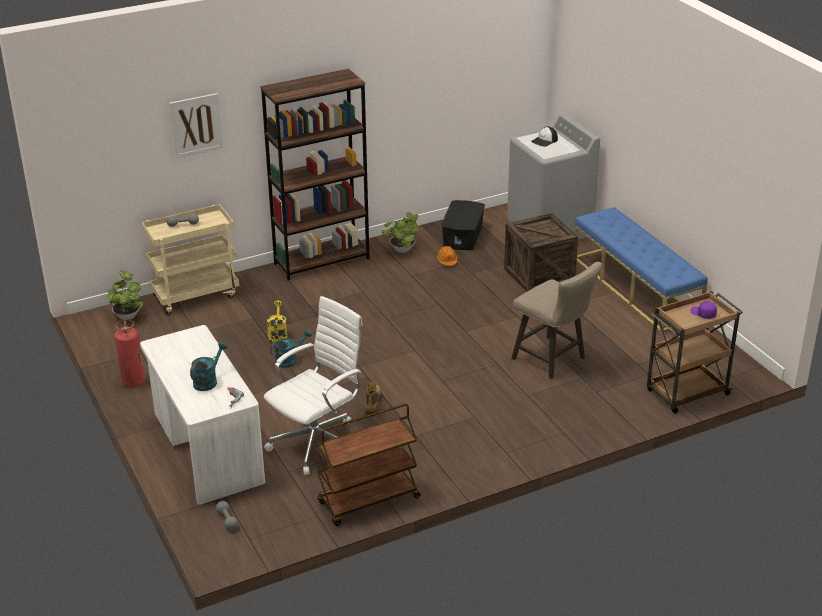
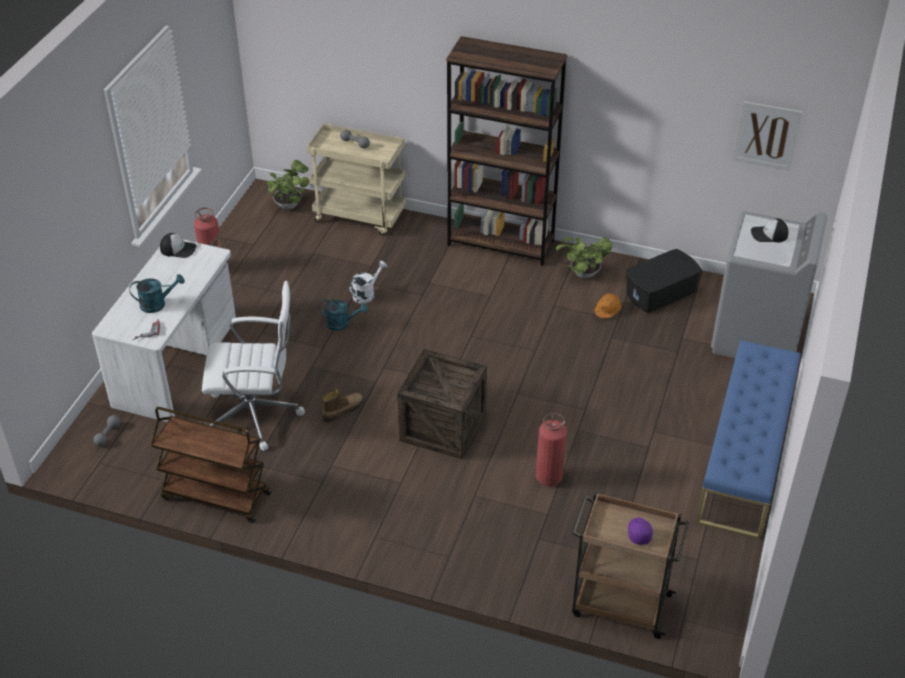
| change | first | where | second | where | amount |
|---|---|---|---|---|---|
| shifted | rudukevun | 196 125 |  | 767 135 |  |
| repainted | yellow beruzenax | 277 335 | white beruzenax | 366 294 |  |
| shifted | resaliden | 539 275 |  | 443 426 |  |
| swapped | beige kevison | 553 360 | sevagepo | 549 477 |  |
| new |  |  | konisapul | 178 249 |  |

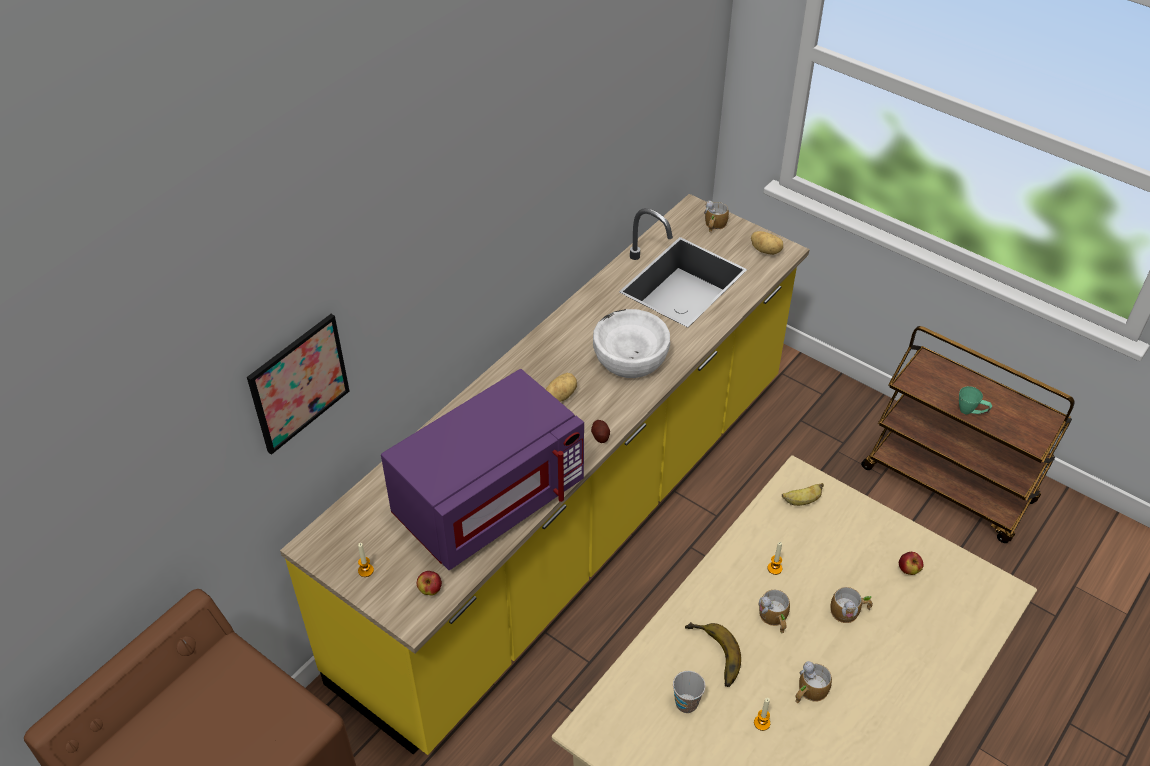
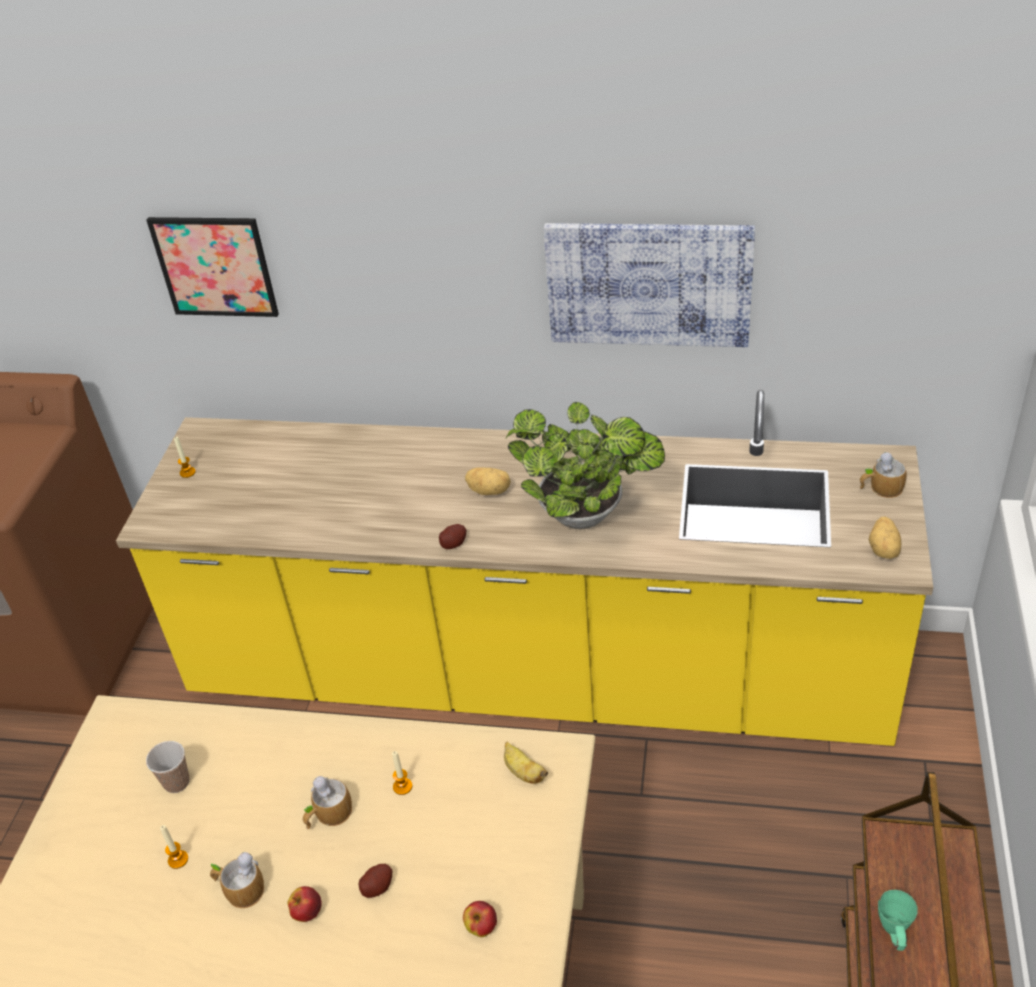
| change | first | where | second | where | amount |
|---|---|---|---|---|---|
| gone | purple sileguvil | 488 500 |  |  |  |
| shifted | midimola | 430 590 |  | 307 912 |  |
| swapped | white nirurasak | 630 358 | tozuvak | 587 516 |  |
| gone | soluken | 711 657 |  |  |  |
| swapped | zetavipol | 849 612 | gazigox | 377 886 |  |
| new |  |  | rudukevun | 649 283 |  |

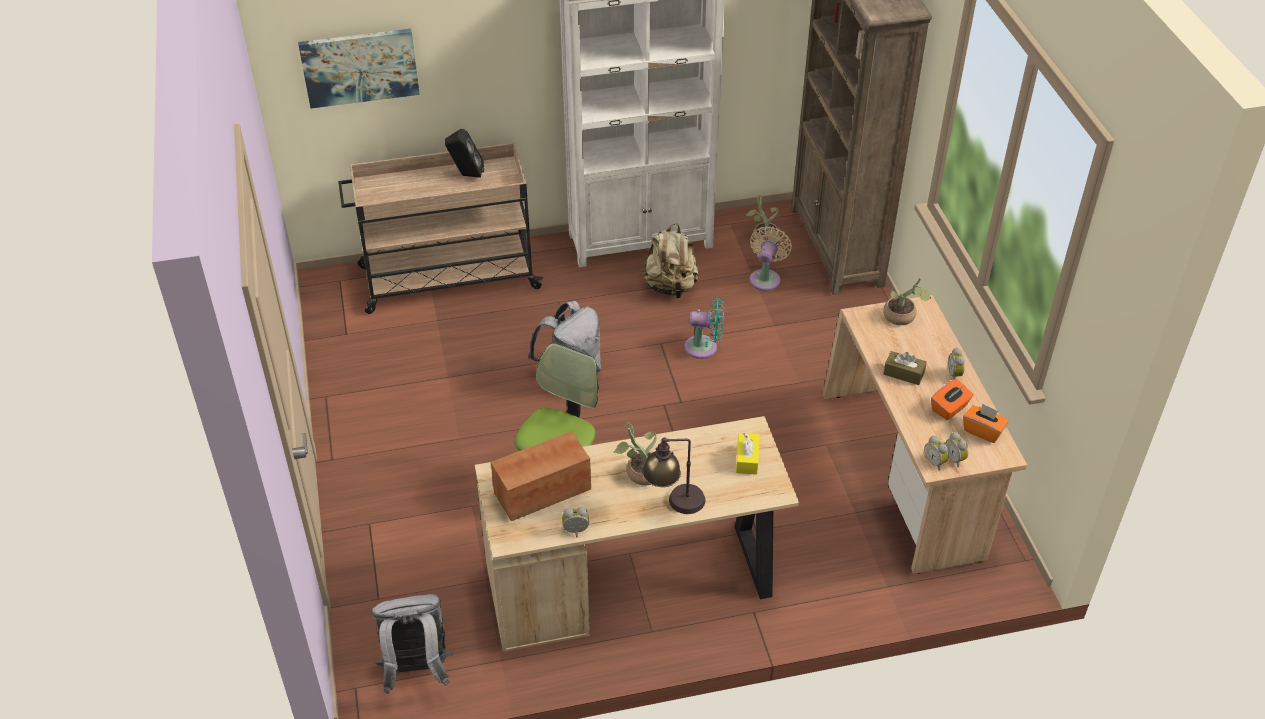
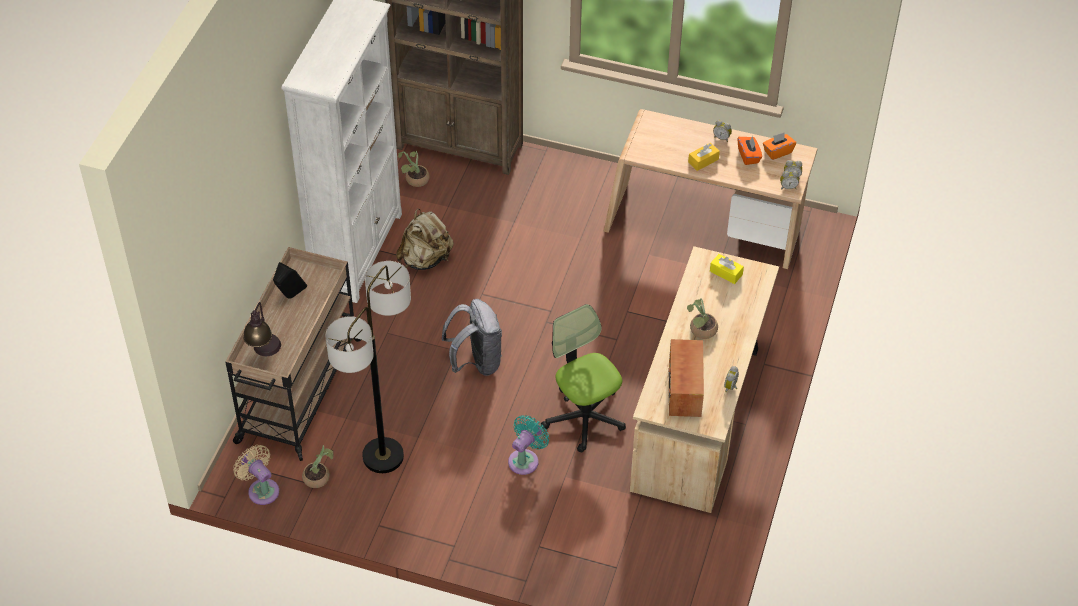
| change | first | where | second | where | amount |
|---|---|---|---|---|---|
| gone | rudukevun | 359 67 |  |  |  |
| gone | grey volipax | 416 671 |  |  |  |
| shifted | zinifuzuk | 673 504 |  | 265 354 |  |
| shifted | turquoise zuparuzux | 704 347 |  | 525 459 |  |
| shifted | beige zuparuzux | 766 278 |  | 261 489 |  |
| shifted | tozuvak | 902 318 |  | 320 477 |  |
| repainted | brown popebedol | 903 373 | yellow popebedol | 703 161 |  |
| new |  |  | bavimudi | 382 456 |  |

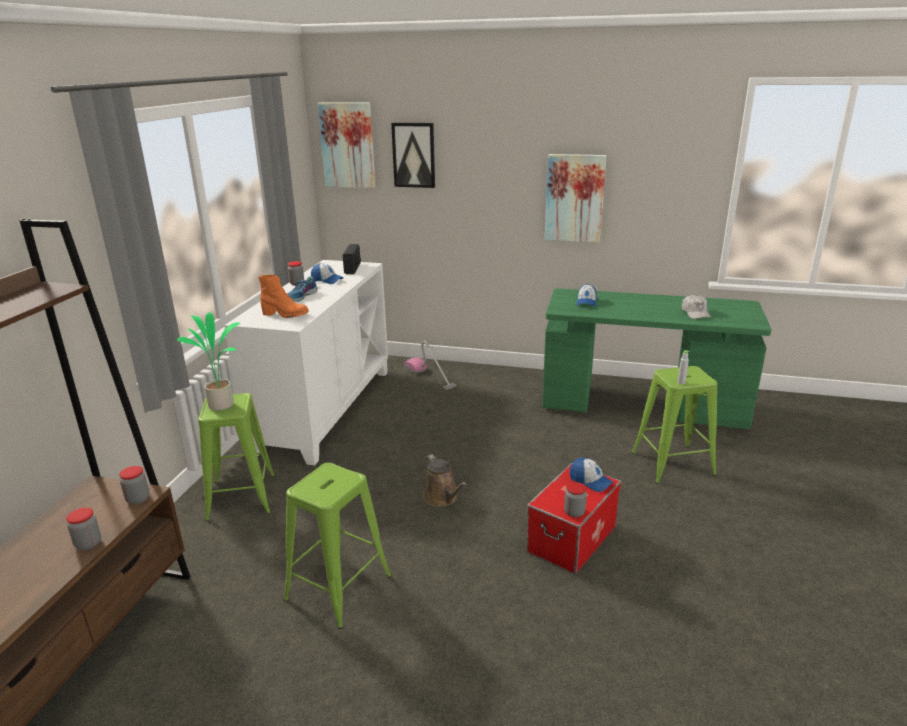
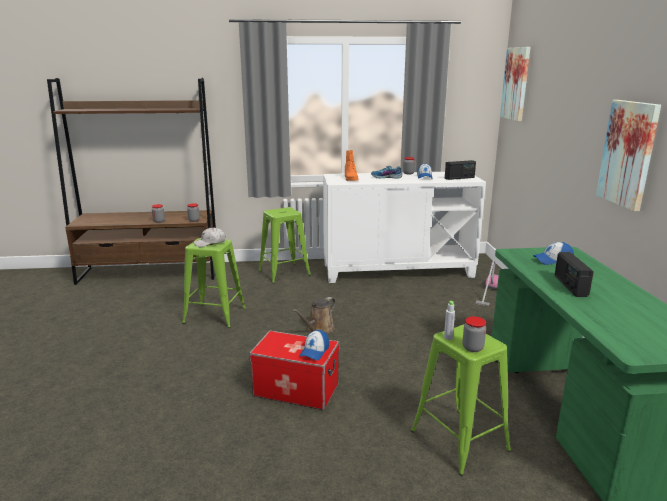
| change | first | where | second | where | amount |
|---|---|---|---|---|---|
| gone | tozuvak | 222 404 |  |  |  |
| gone | rudukevun | 414 155 |  |  |  |
| shifted | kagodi | 574 512 |  | 472 348 |  |
| shifted | white konisapul | 695 313 |  | 210 243 |  |
| new |  |  | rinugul | 570 286 |  |

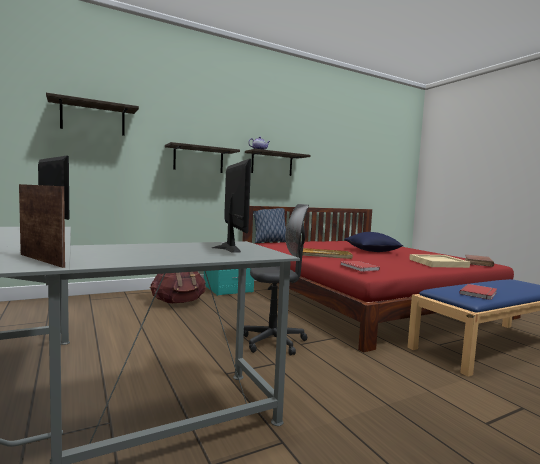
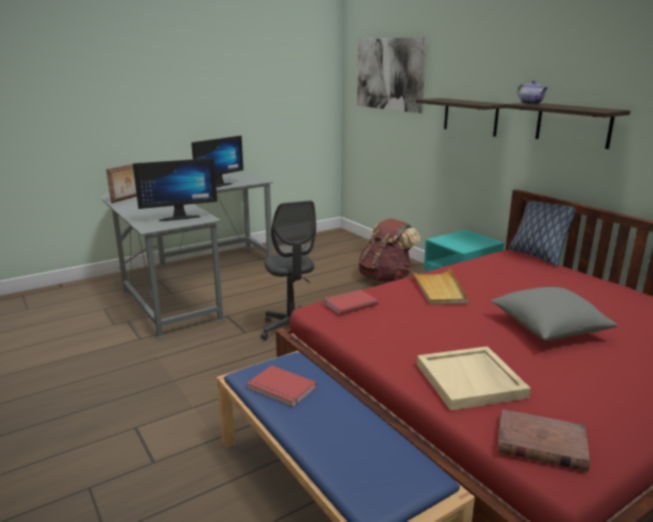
| change | first | where | second | where | amount |
|---|---|---|---|---|---|
| swapped | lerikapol | 93 118 | rudukevun | 389 74 |  |
| repainted | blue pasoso | 372 251 | grey pasoso | 548 329 |  |

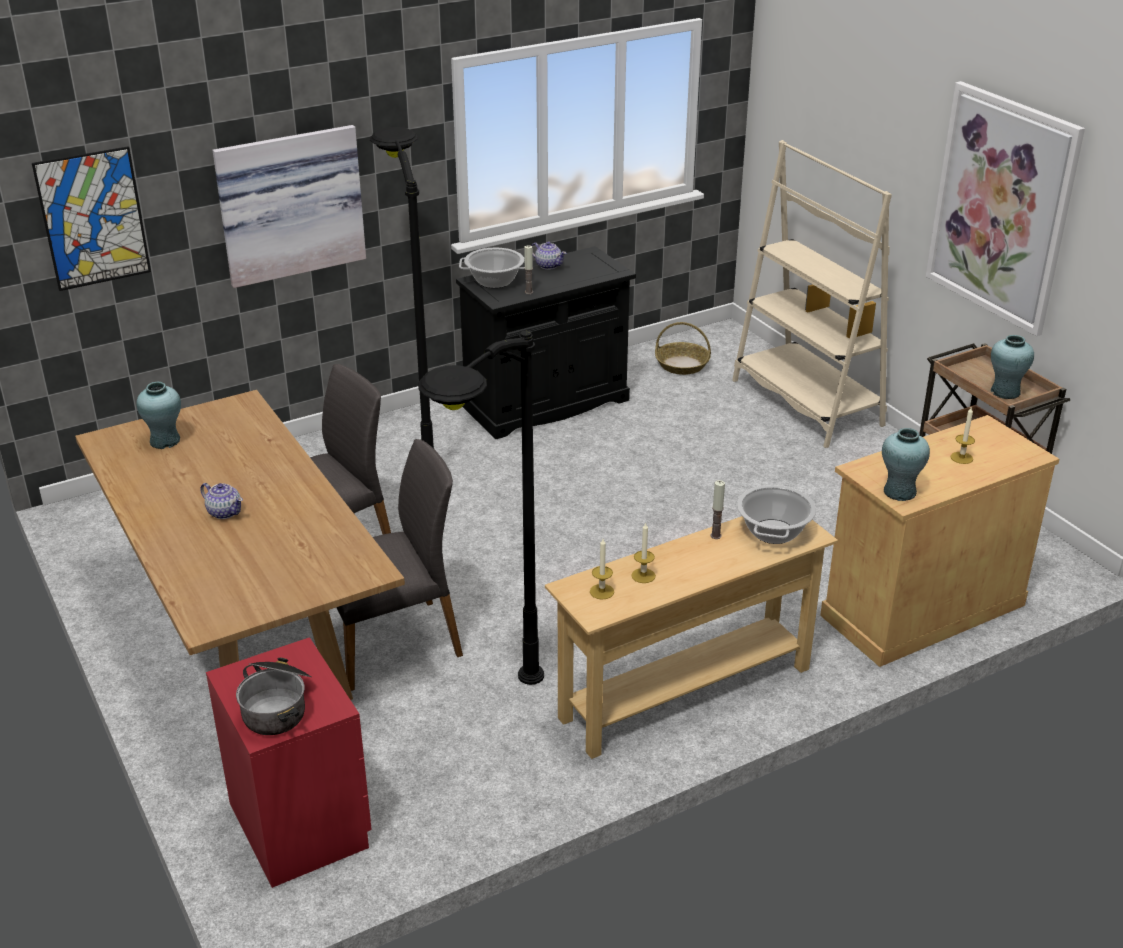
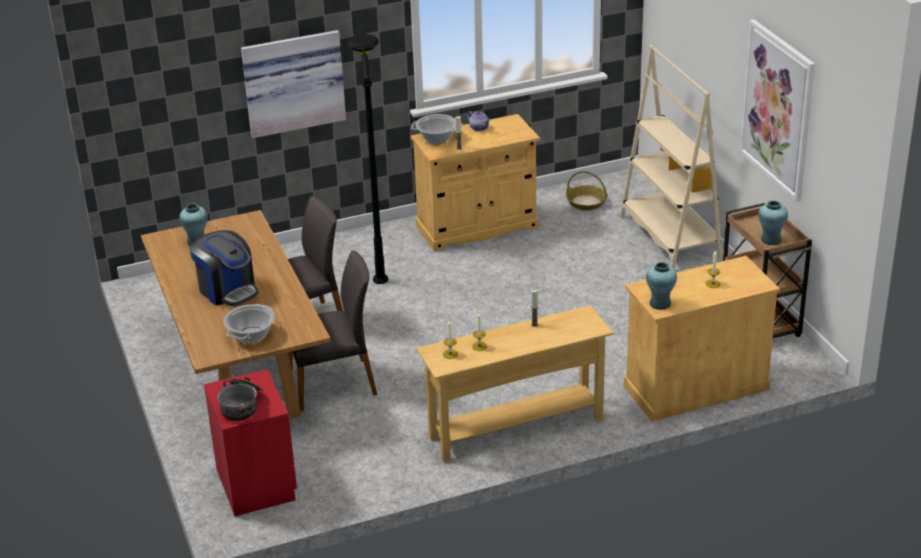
| change | first | where | second | where | amount |
|---|---|---|---|---|---|
| gone | rudukevun | 93 219 |  |  |  |
| swapped | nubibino | 224 512 | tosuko | 227 290 |  |
| gone | black bavimudi | 488 727 |  |  |  |
| repainted | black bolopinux | 546 404 | beige bolopinux | 477 227 |  |
| shifted | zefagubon | 774 532 |  | 251 335 |  |

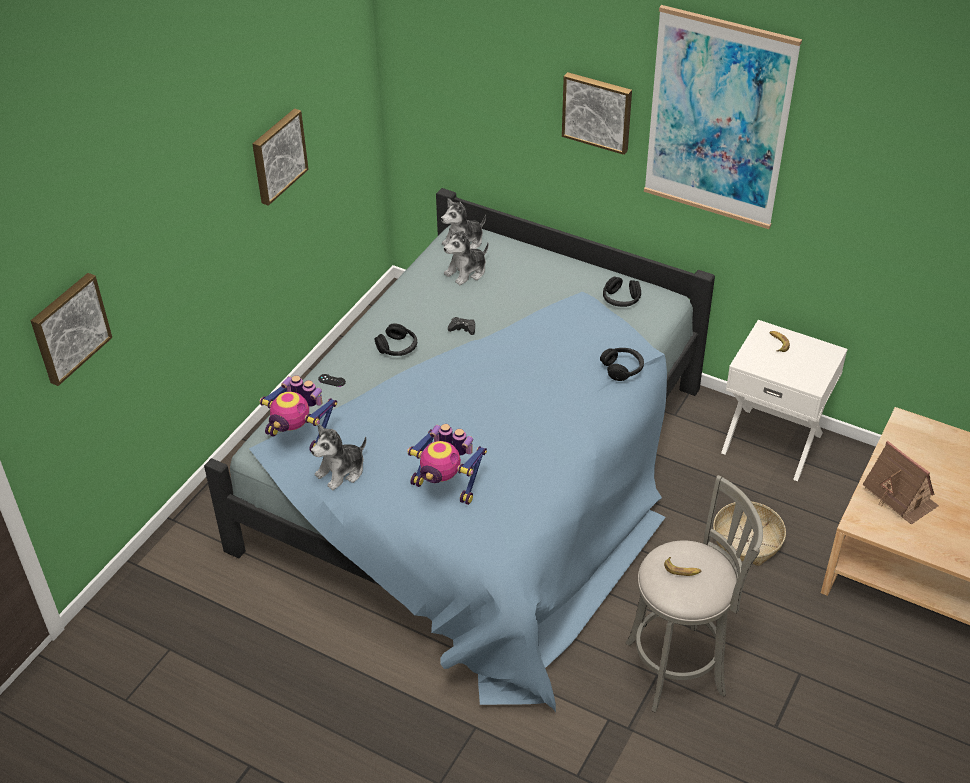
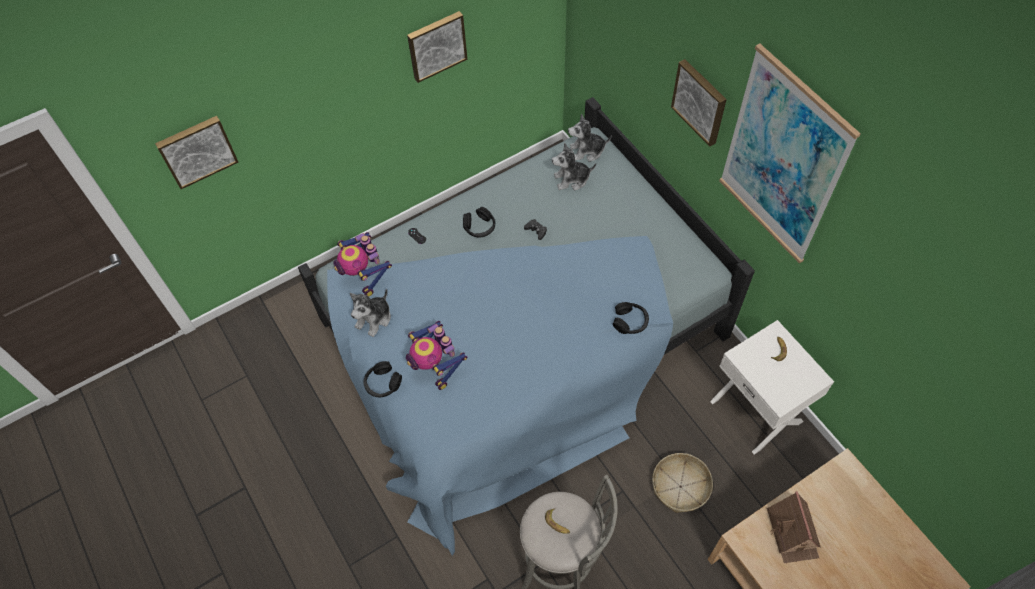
| change | first | where | second | where | amount |
|---|---|---|---|---|---|
| rotated | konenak | 341 471 |  | 374 319 | 45 degrees counterclockwise |
| shifted | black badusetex | 621 299 |  | 382 383 |  |

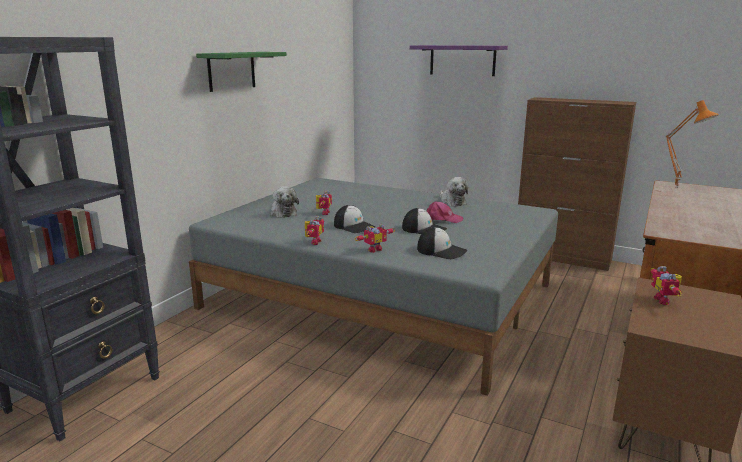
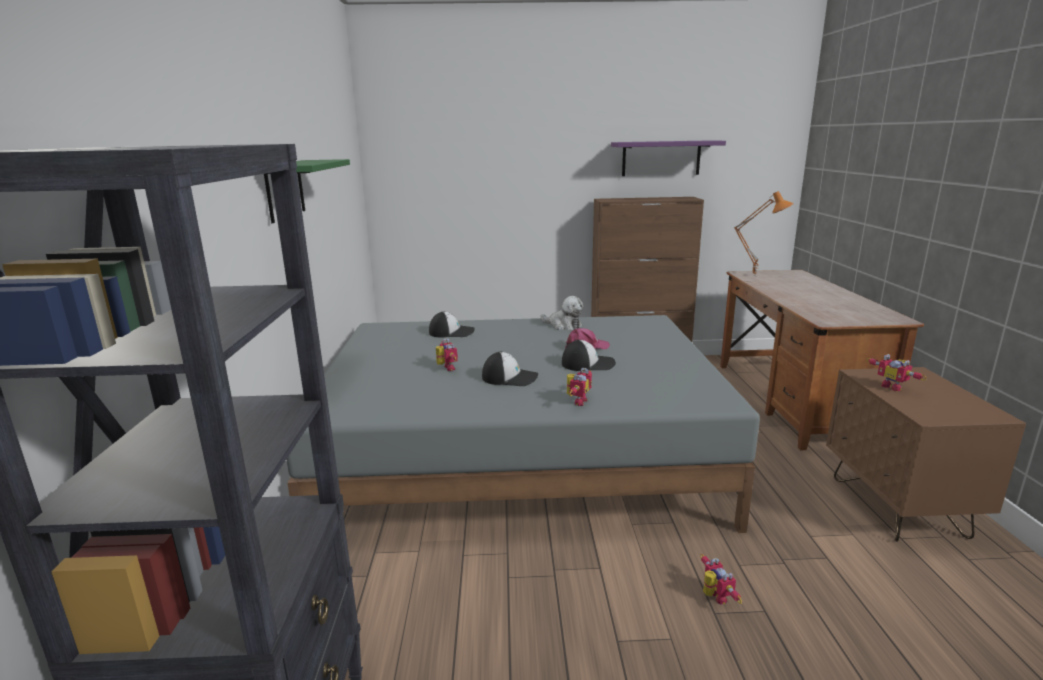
| change | first | where | second | where | amount |
|---|---|---|---|---|---|
| gone | konenak | 283 213 |  |  |  |
| shifted | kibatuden | 313 242 |  | 714 598 |  |
| shifted | purple lerikapol | 462 60 |  | 661 158 |  |
| shifted | konisapul | 441 251 |  | 452 332 |  |

